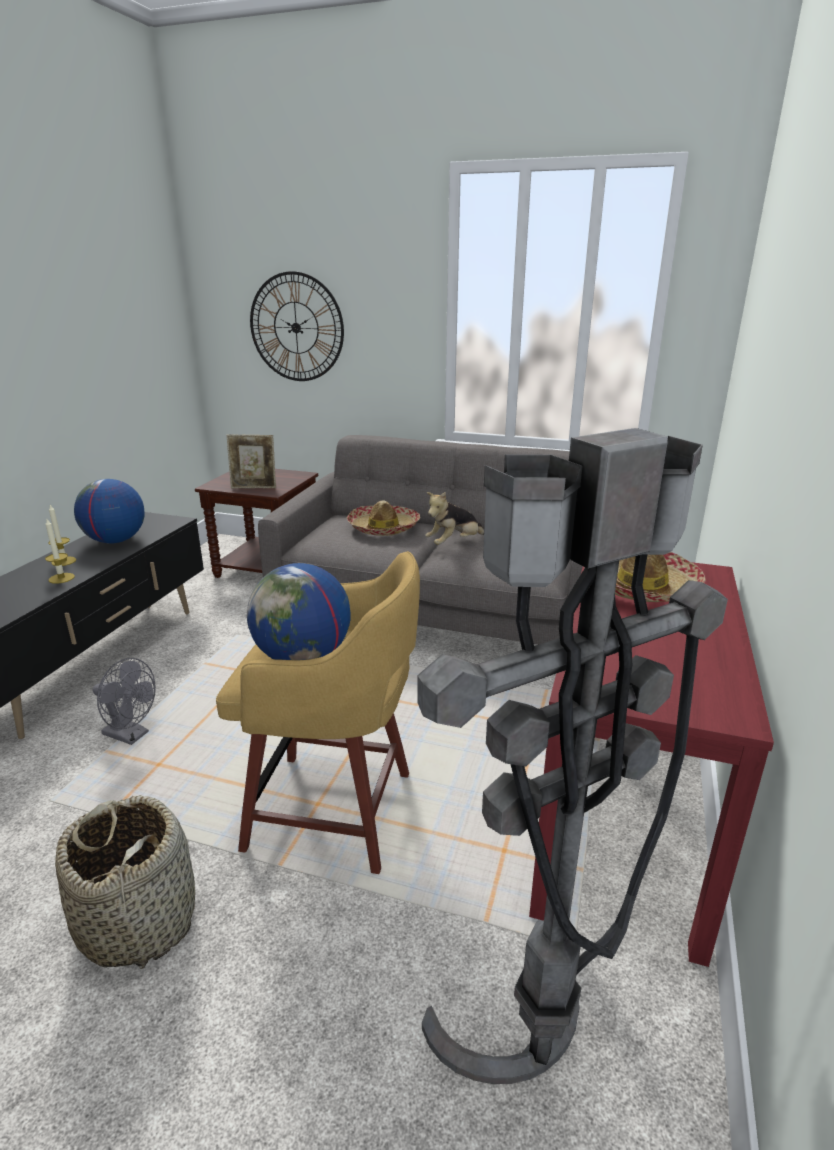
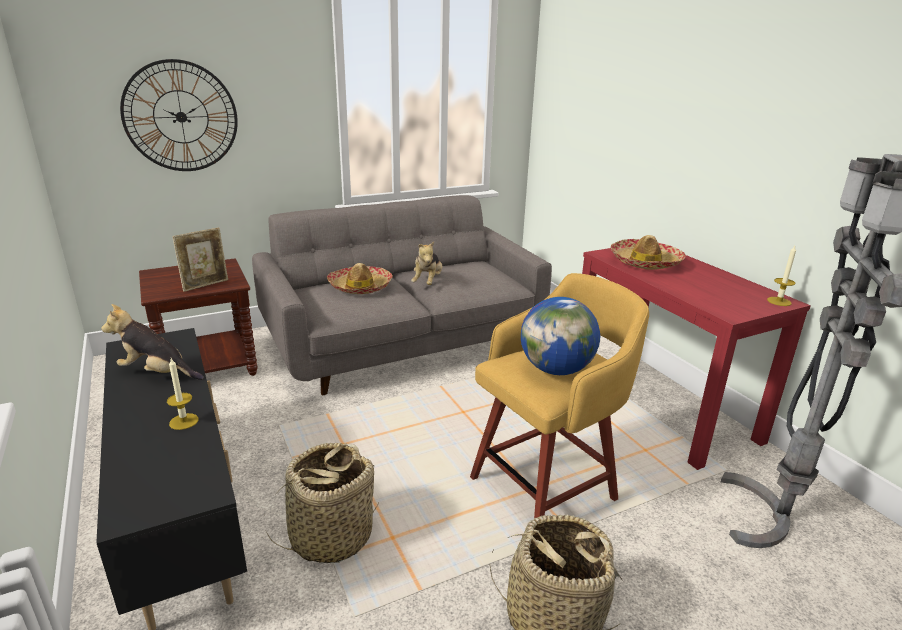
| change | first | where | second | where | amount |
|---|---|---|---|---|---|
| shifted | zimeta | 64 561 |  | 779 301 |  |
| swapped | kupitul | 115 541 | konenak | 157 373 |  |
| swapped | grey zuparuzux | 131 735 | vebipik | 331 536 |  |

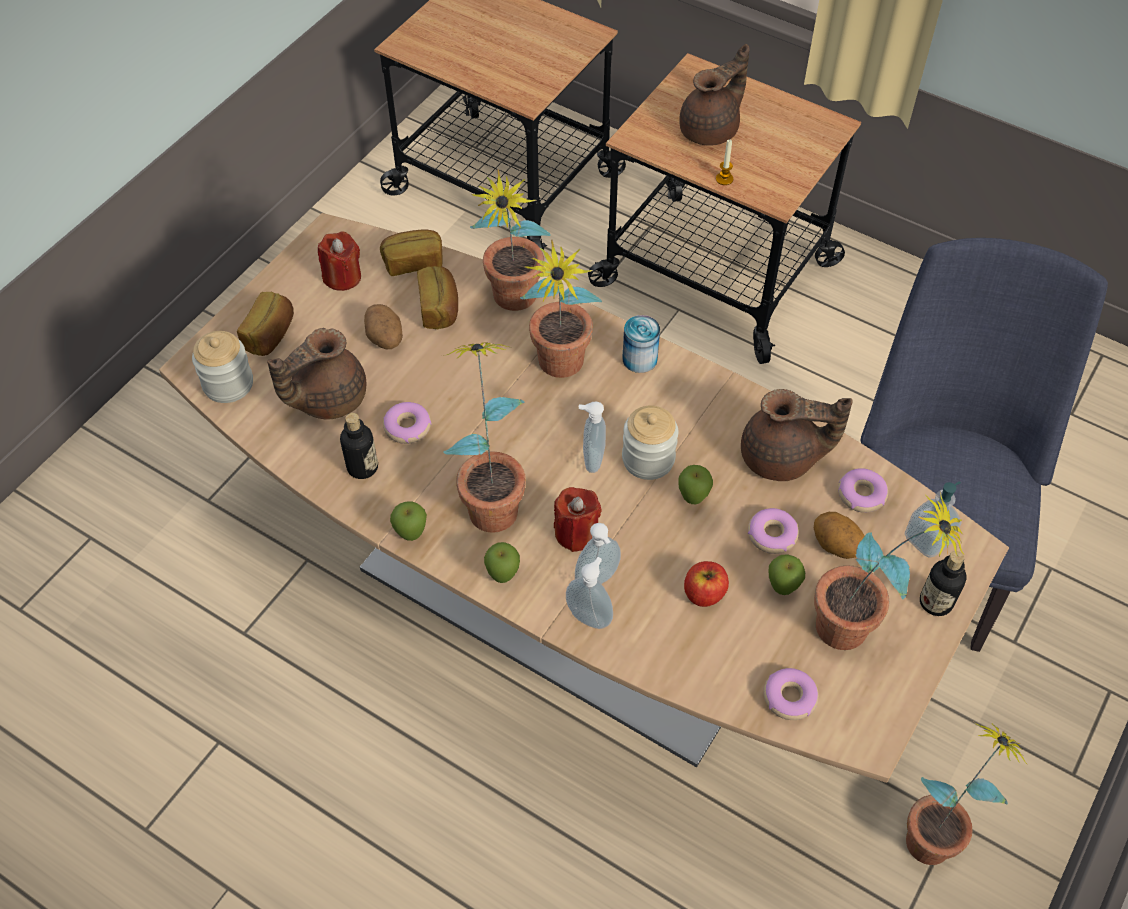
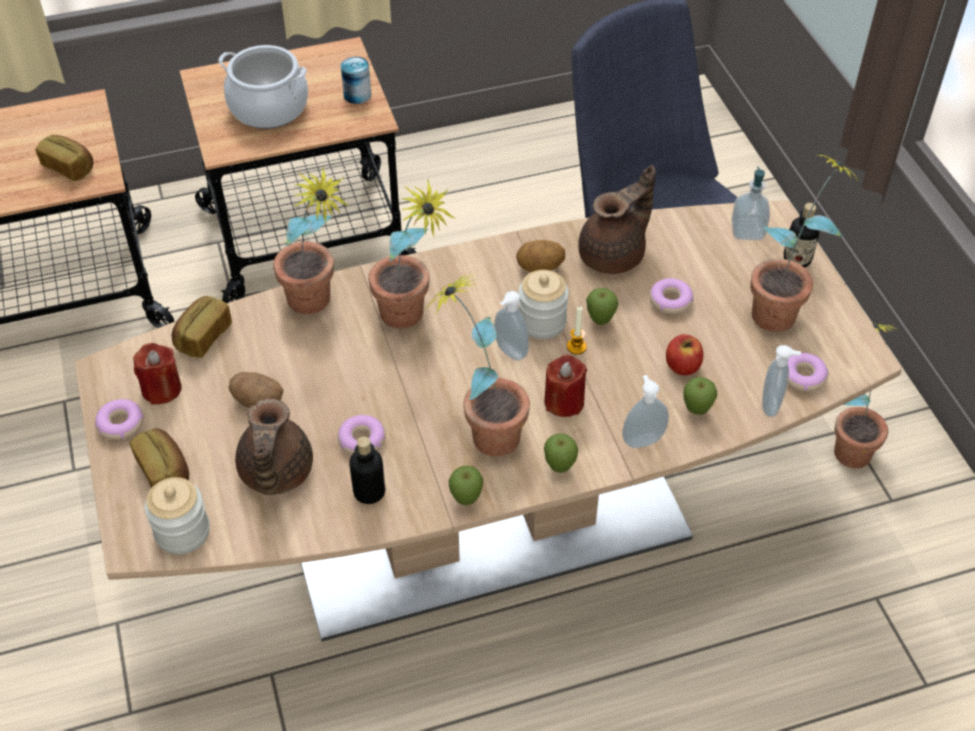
| change | first | where | second | where | amount |
|---|---|---|---|---|---|
| shifted | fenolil | 440 308 |  | 69 167 |  |
| shifted | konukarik | 598 580 |  | 772 405 |  |
| shifted | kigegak | 639 359 |  | 357 95 |  |
| swapped | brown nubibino | 711 130 | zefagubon | 269 107 |  |
| shifted | zimeta | 724 179 |  | 576 347 |  |
| shifted | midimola | 782 588 |  | 696 411 |  |
| shifted | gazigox | 835 546 |  | 540 268 |  |
| shifted | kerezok | 861 495 |  | 120 424 |  |

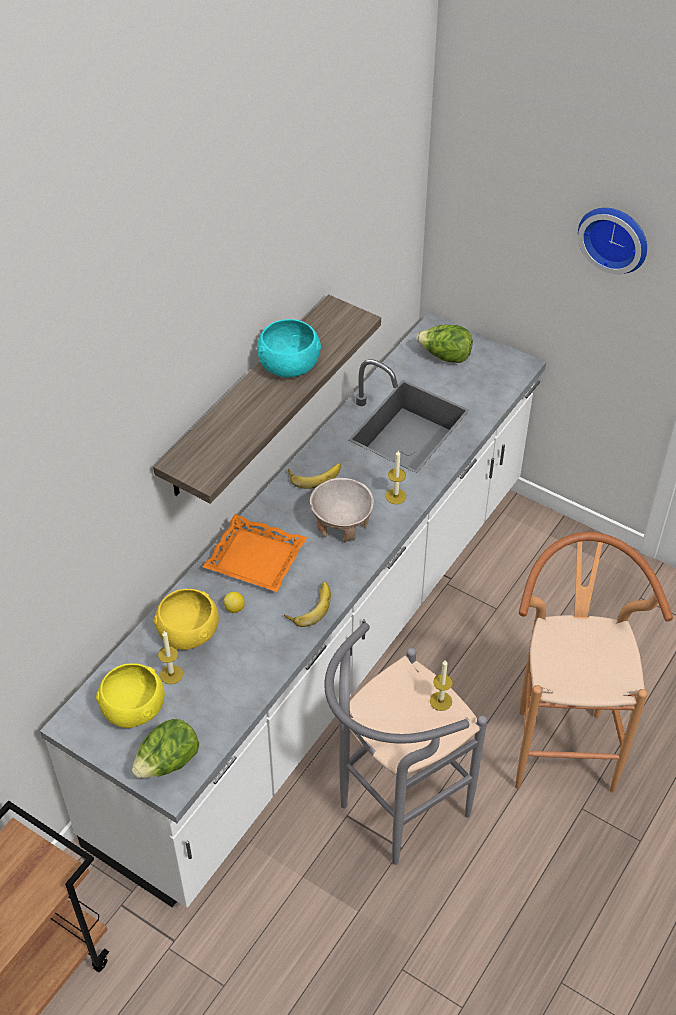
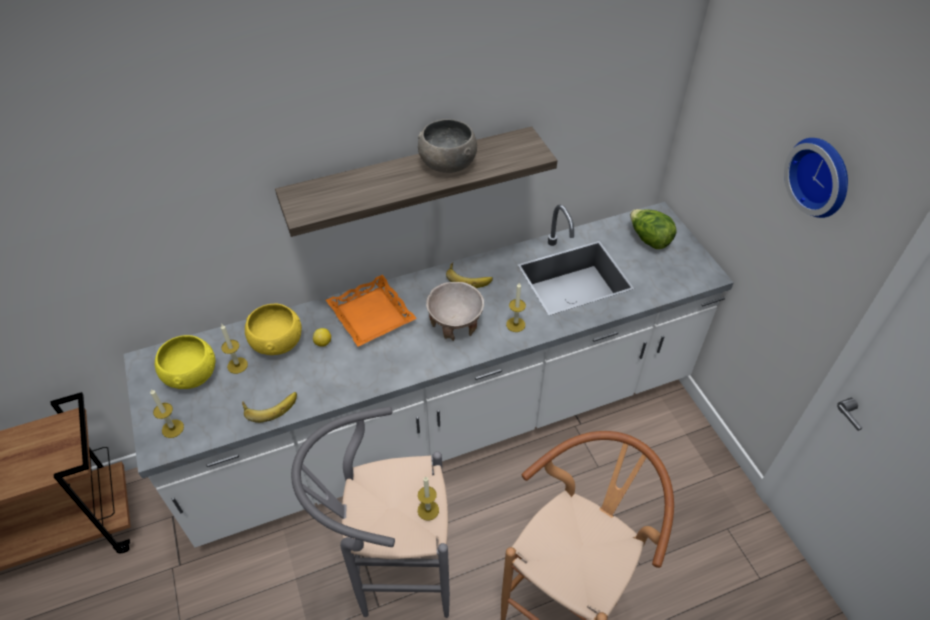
| change | first | where | second | where | amount |
|---|---|---|---|---|---|
| swapped | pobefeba | 168 763 | zimeta | 172 428 |  |
| repainted | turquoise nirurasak | 289 366 | grey nirurasak | 448 164 |  |
| shifted | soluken | 309 606 |  | 270 405 |  |

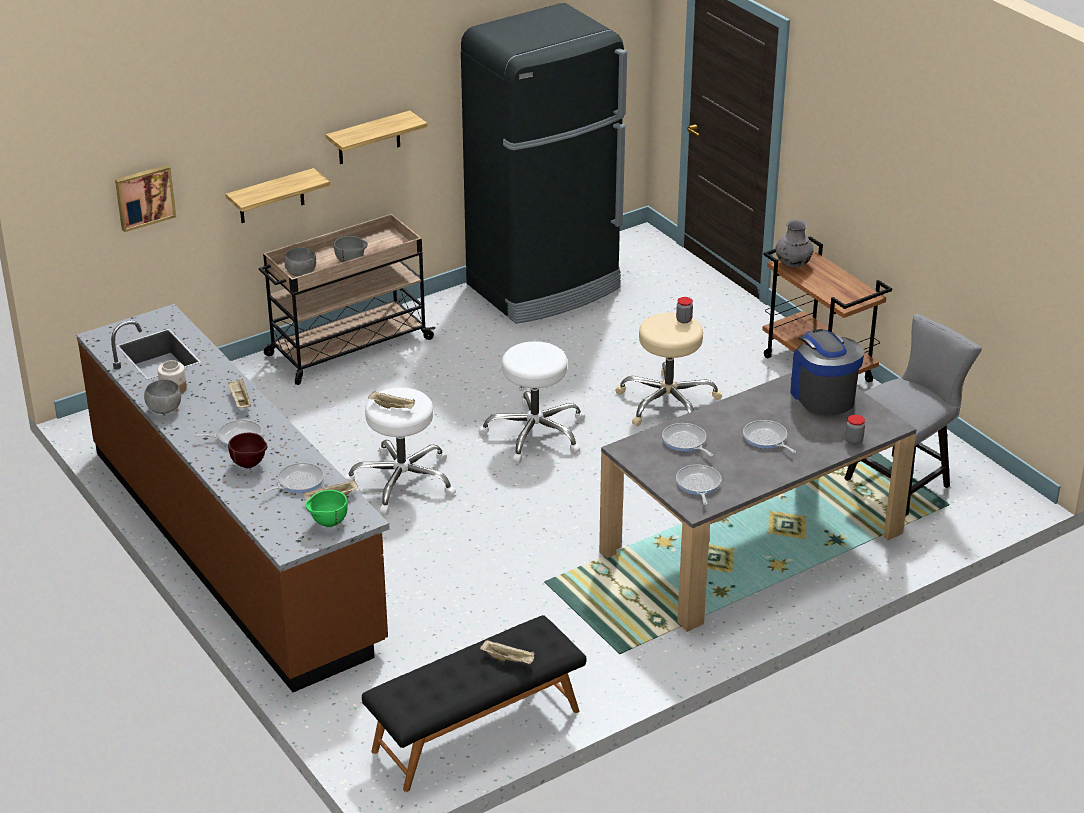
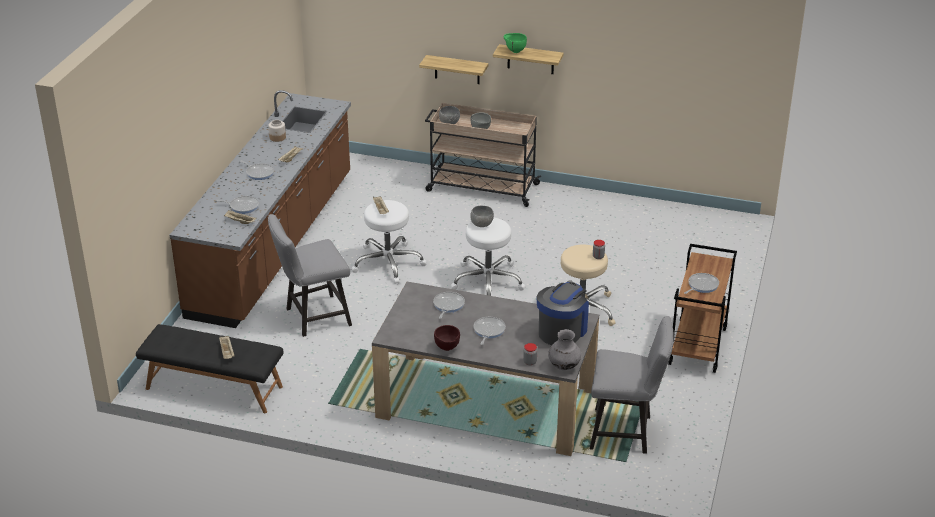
| change | first | where | second | where | amount |
|---|---|---|---|---|---|
| gone | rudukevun | 144 197 |  |  |  |
| shifted | grey nirurasak | 164 409 |  | 482 224 |  |
| shifted | brown nirurasak | 250 465 |  | 447 349 |  |
| shifted | green nirurasak | 327 524 |  | 514 51 |  |
| gone | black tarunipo | 545 287 |  |  |  |
| shifted | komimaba | 698 485 |  | 701 285 |  |
| shifted | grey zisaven | 793 264 |  | 564 366 |  |
| new |  |  | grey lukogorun | 313 318 |  |

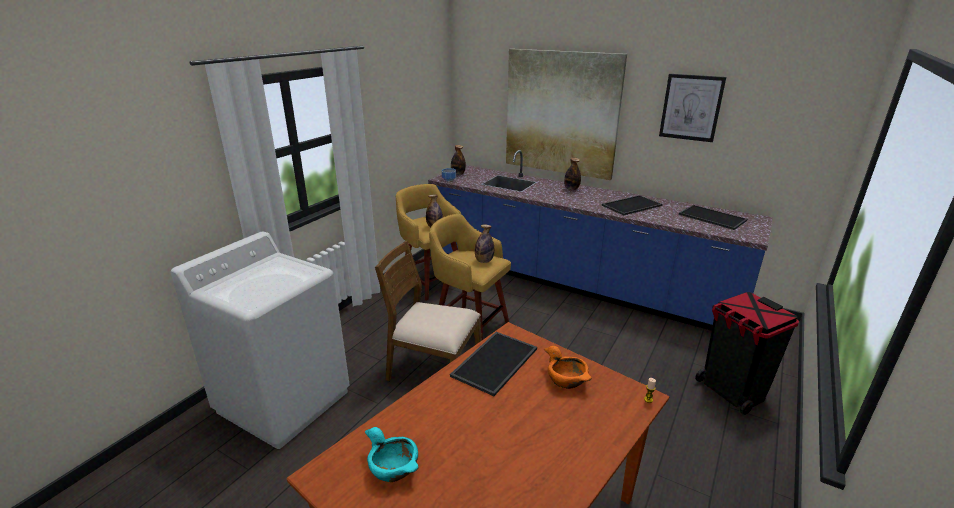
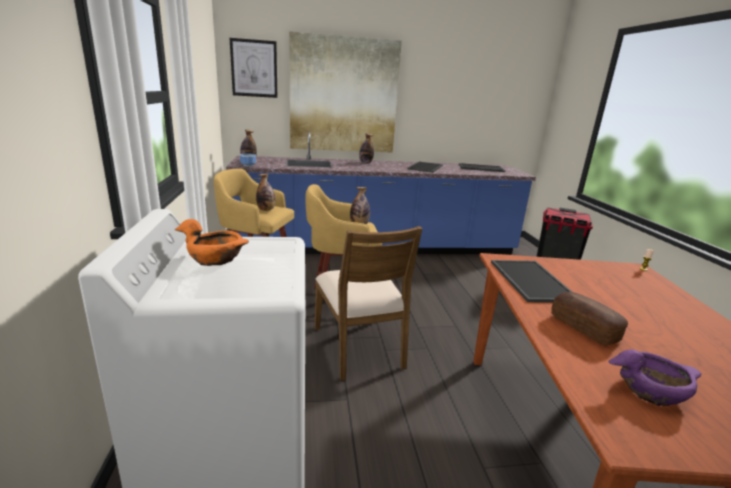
| change | first | where | second | where | amount |
|---|---|---|---|---|---|
| repainted | turquoise nirurasak | 394 468 | purple nirurasak | 650 390 |  |
| rotated | brown lukogorun | 433 371 |  | 359 347 | 90 degrees counterclockwise |
| shifted | orange nirurasak | 567 380 |  | 216 259 |  |
| shifted | rudukevun | 691 107 |  | 254 68 |  |
| new |  |  | fenolil | 584 328 |  |

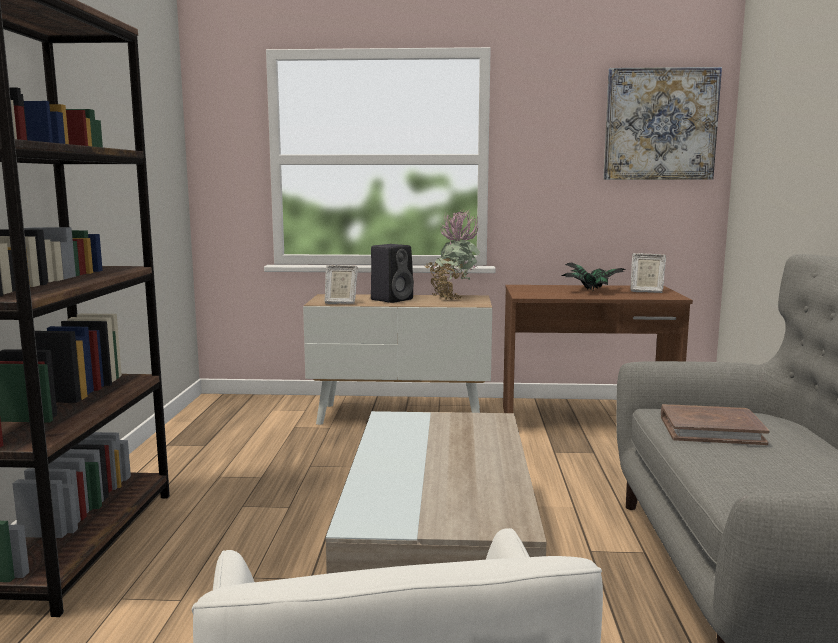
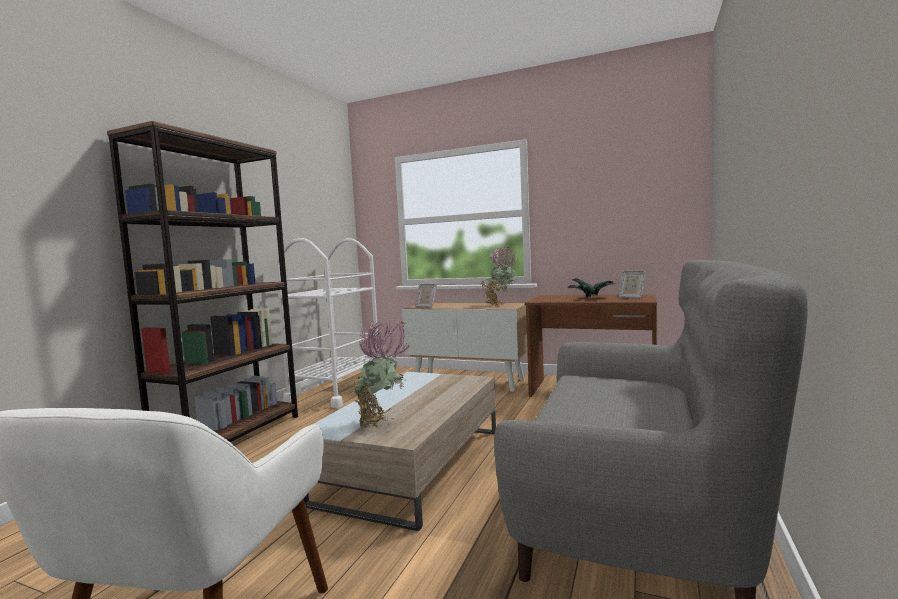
| change | first | where | second | where | amount |
|---|---|---|---|---|---|
| gone | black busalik | 392 299 |  |  |  |
| gone | rudukevun | 660 124 |  |  |  |
| gone | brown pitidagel | 711 429 |  |  |  |
| new |  |  | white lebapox | 336 392 |  |
| new |  |  | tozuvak | 382 424 |  |

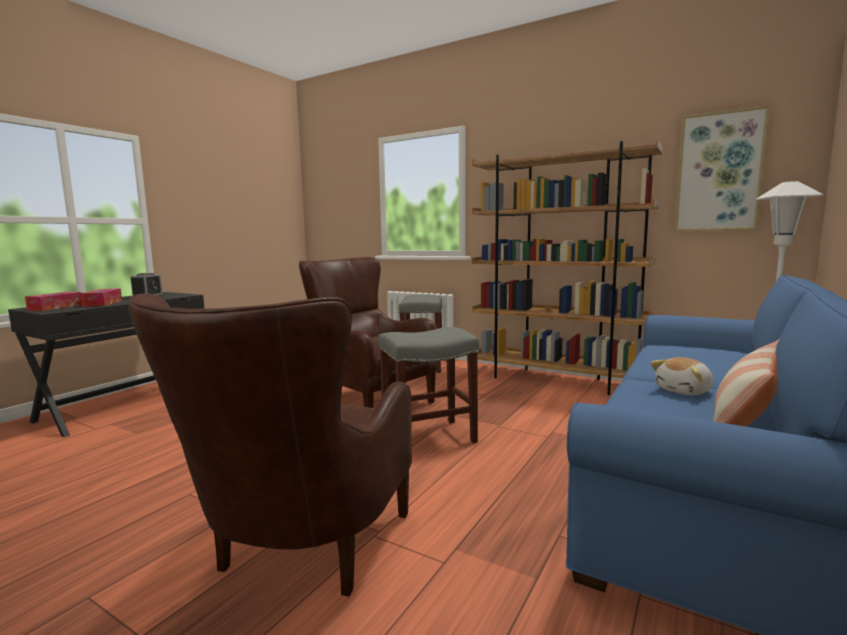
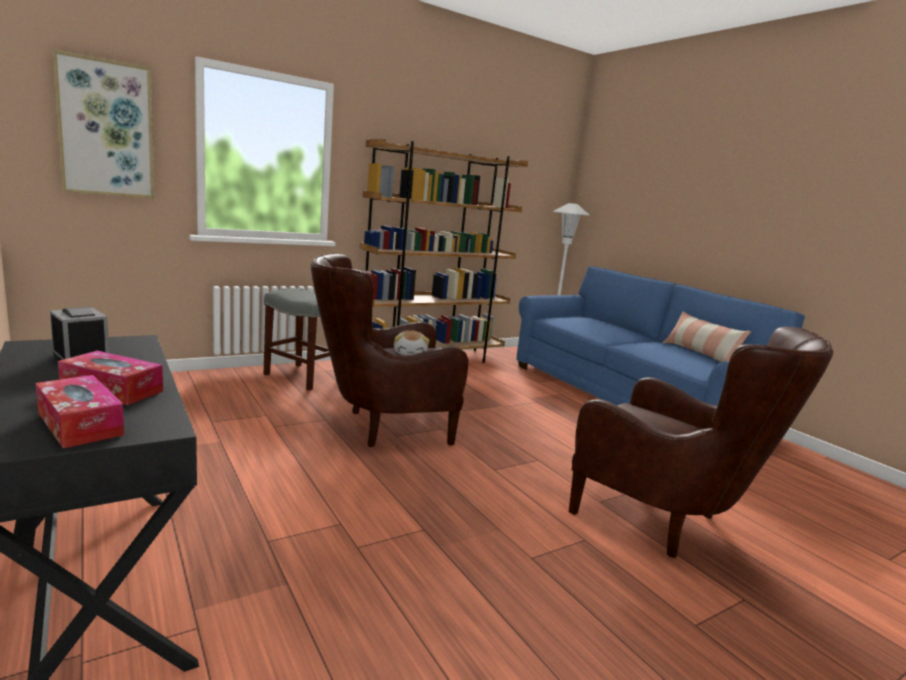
| change | first | where | second | where | amount |
|---|---|---|---|---|---|
| gone | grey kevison | 427 437 |  |  |  |
| shifted | konenak | 685 391 |  | 410 353 |  |
| shifted | rudukevun | 719 172 |  | 106 129 |  |

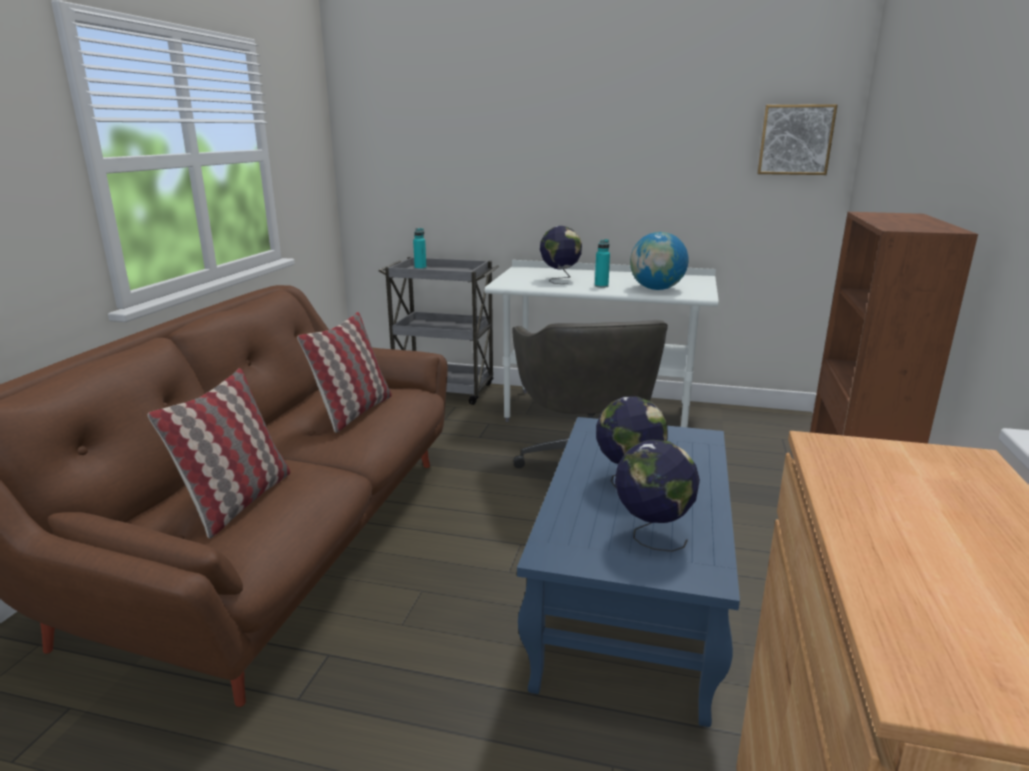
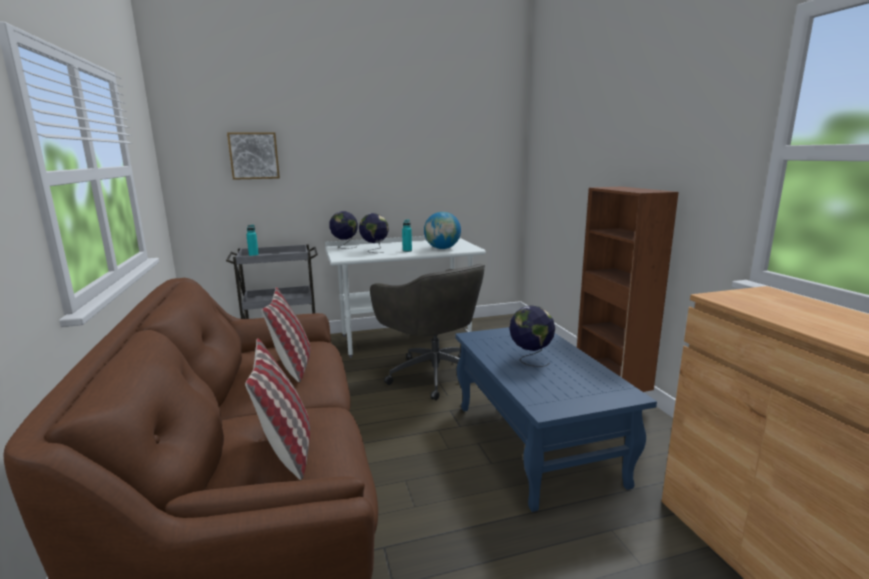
| change | first | where | second | where | amount |
|---|---|---|---|---|---|
| shifted | kupitul | 651 535 |  | 344 247 |  |
| shifted | rudukevun | 795 140 |  | 254 156 |  |

